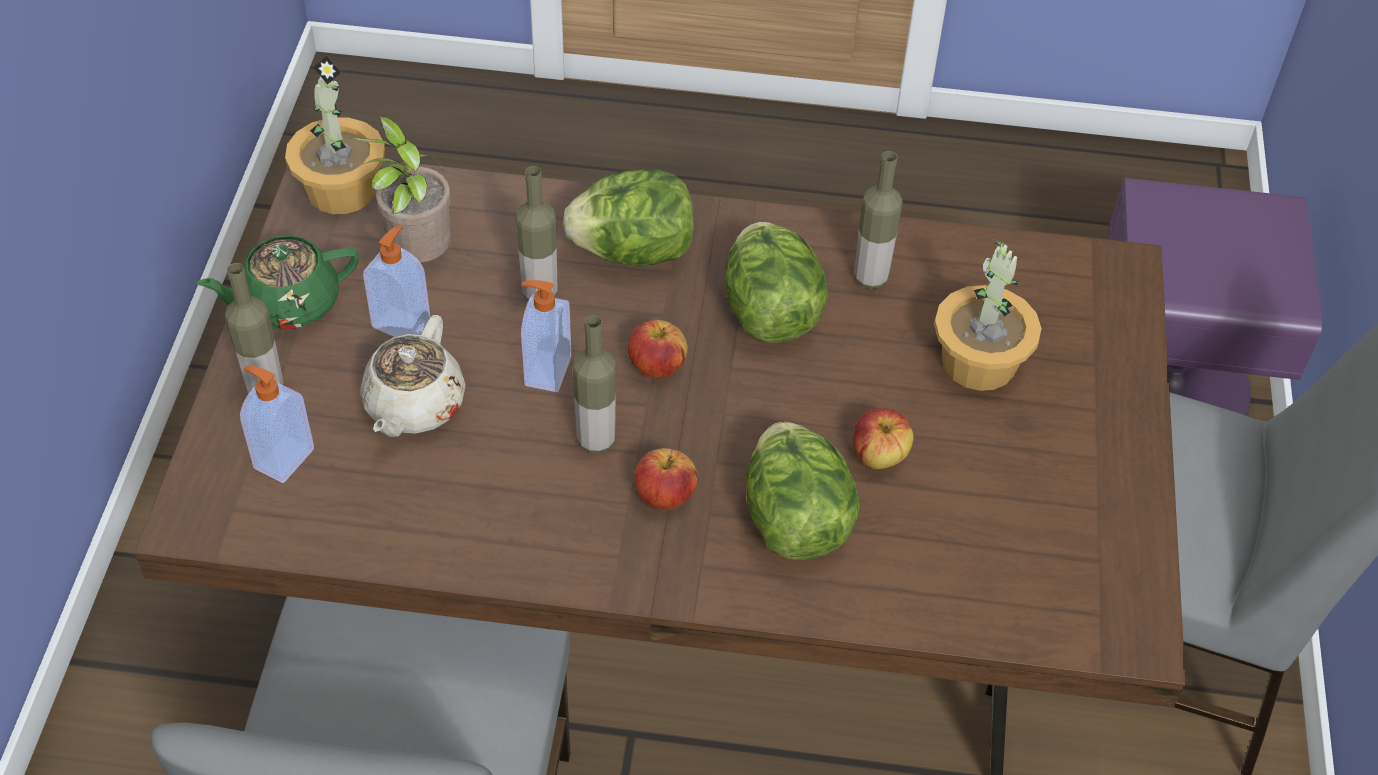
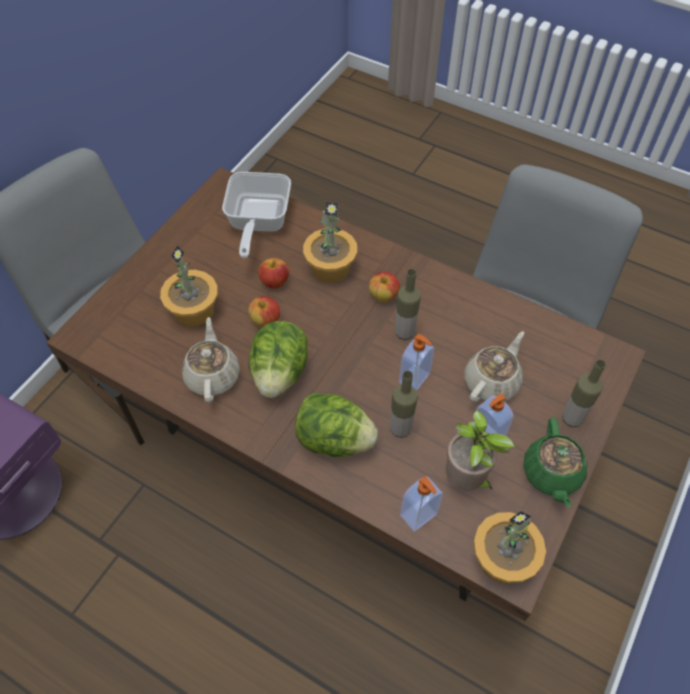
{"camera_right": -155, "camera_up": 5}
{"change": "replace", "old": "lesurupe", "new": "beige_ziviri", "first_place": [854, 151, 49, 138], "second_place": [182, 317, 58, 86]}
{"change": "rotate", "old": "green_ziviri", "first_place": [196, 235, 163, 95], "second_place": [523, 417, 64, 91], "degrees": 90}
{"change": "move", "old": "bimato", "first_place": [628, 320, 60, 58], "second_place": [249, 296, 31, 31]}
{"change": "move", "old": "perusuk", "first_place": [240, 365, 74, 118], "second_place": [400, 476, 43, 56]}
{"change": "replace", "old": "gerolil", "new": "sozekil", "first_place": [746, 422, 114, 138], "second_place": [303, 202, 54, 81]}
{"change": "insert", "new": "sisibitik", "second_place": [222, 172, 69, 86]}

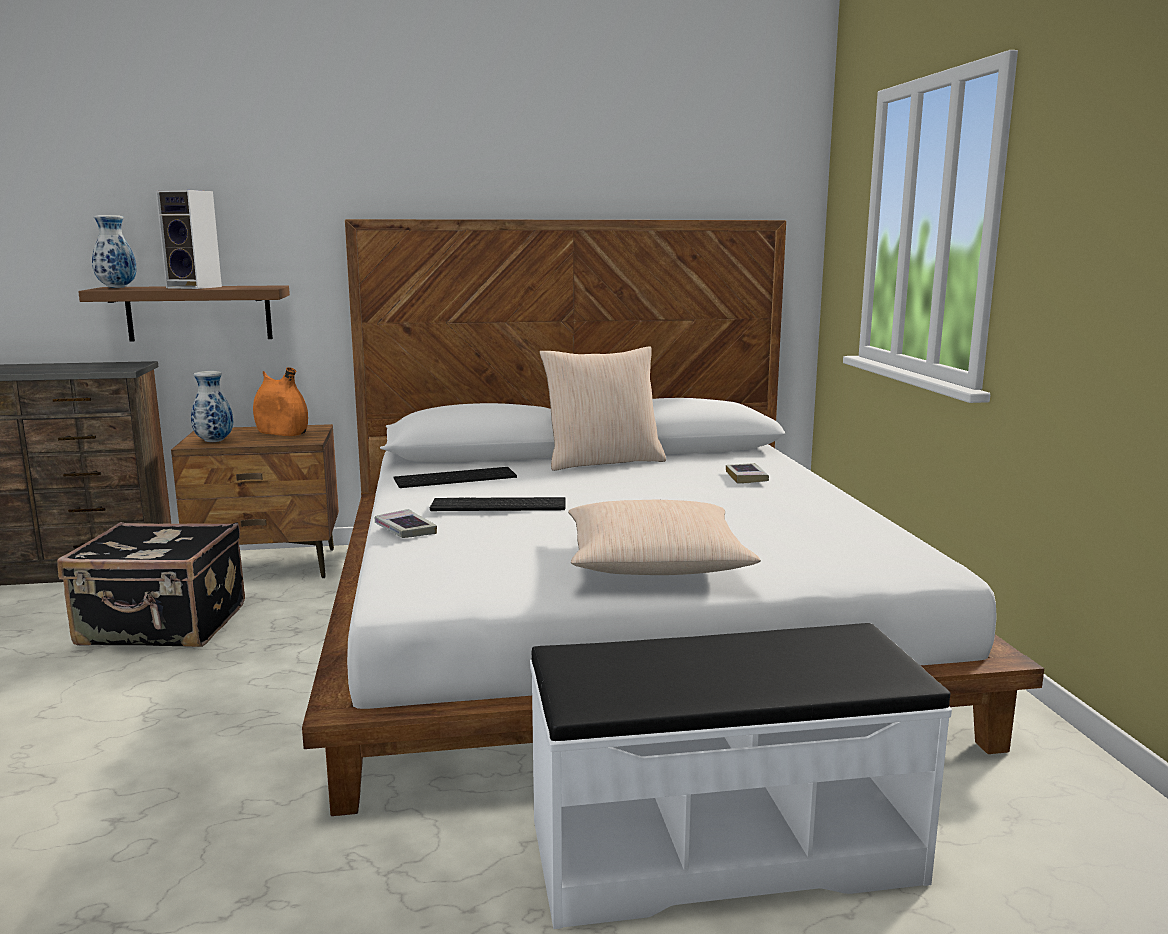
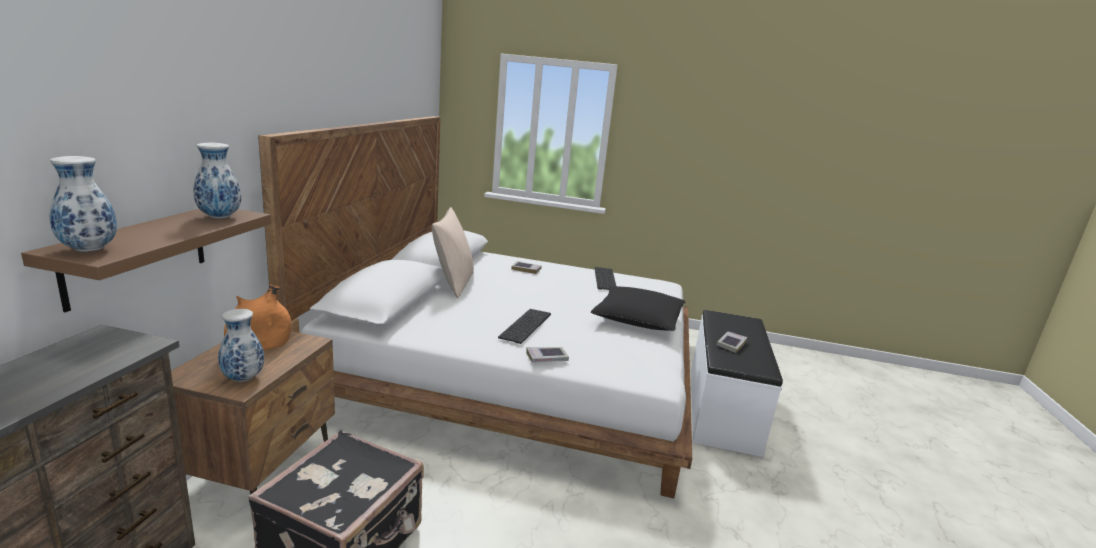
{"camera_right": -70, "camera_up": 5}
{"change": "delete", "old": "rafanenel", "first_place": [156, 190, 66, 99]}
{"change": "move", "old": "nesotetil", "first_place": [394, 467, 123, 21], "second_place": [594, 267, 22, 23]}
{"change": "recolor", "old": "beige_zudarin", "new": "black_zudarin", "first_place": [568, 500, 193, 75], "second_place": [591, 286, 94, 45]}
{"change": "insert", "new": "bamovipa", "second_place": [193, 143, 49, 75]}
{"change": "insert", "new": "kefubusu", "second_place": [716, 331, 31, 22]}

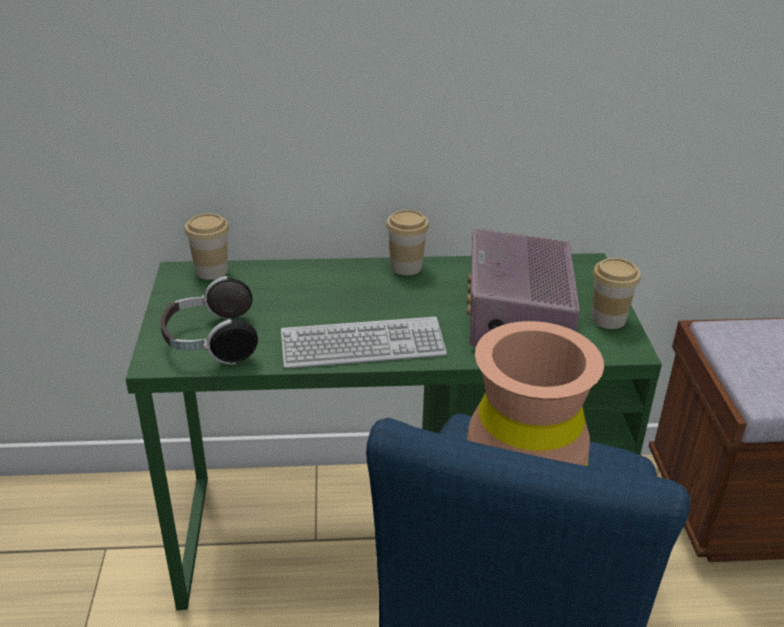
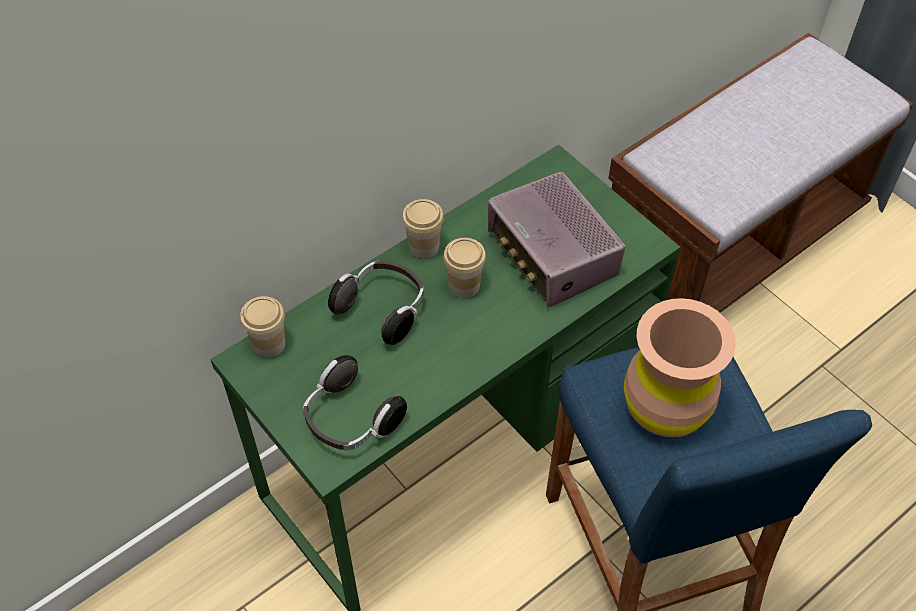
{"camera_right": -35, "camera_up": 20}
{"change": "move", "old": "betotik", "first_place": [591, 258, 50, 71], "second_place": [443, 238, 43, 60]}
{"change": "delete", "old": "nesotetil", "first_place": [281, 317, 166, 51]}
{"change": "insert", "new": "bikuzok", "second_place": [328, 261, 96, 84]}

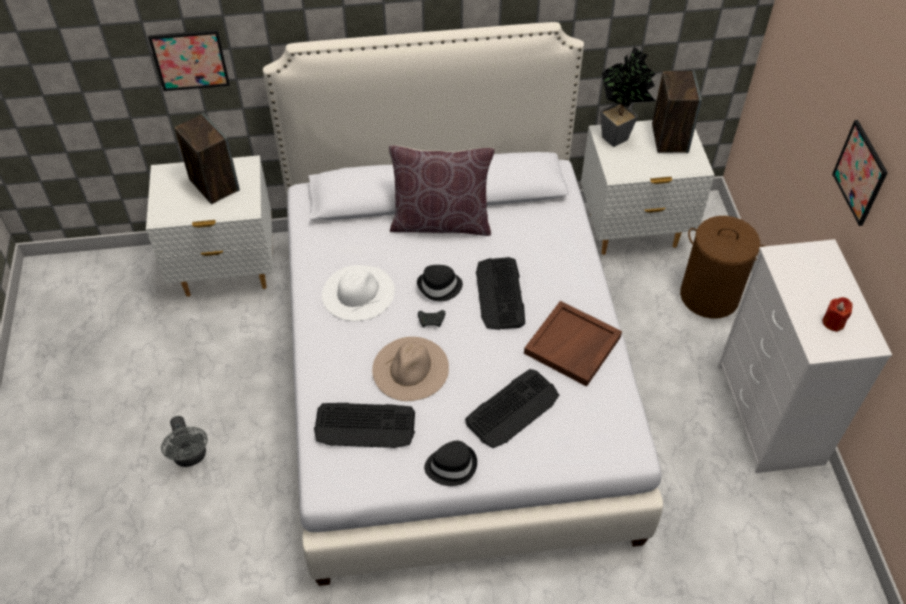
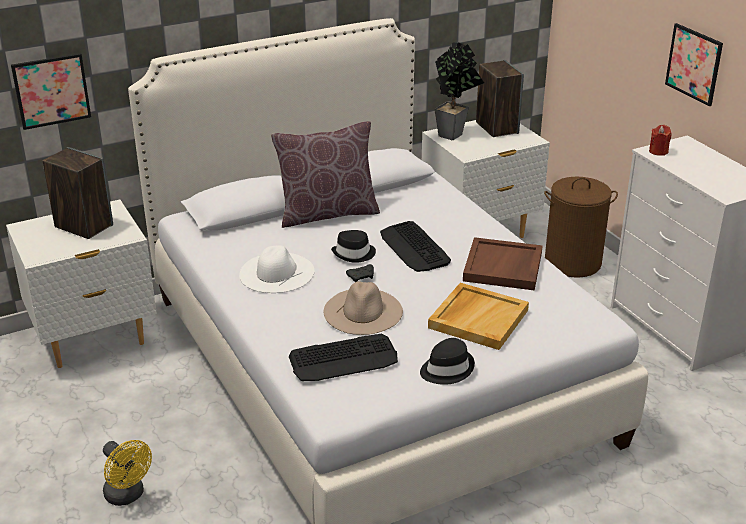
{"camera_right": -20, "camera_up": -20}
{"change": "move", "old": "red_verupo", "first_place": [823, 297, 30, 35], "second_place": [649, 125, 23, 31]}
{"change": "replace", "old": "nesotetil", "new": "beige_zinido", "first_place": [465, 369, 94, 79], "second_place": [428, 283, 101, 67]}
{"change": "recolor", "old": "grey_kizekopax", "new": "yellow_kizekopax", "first_place": [161, 416, 47, 51], "second_place": [103, 440, 49, 66]}

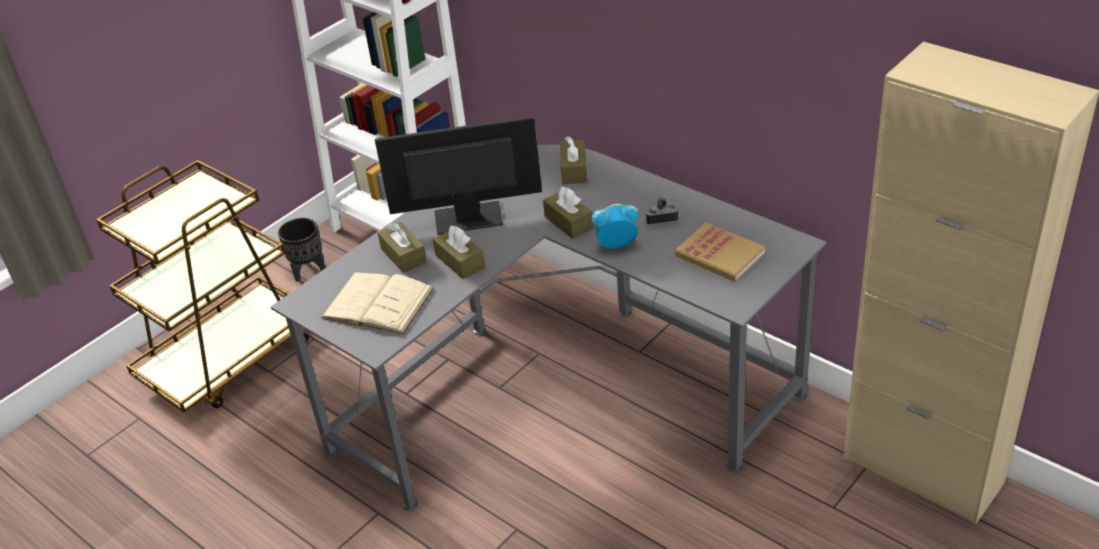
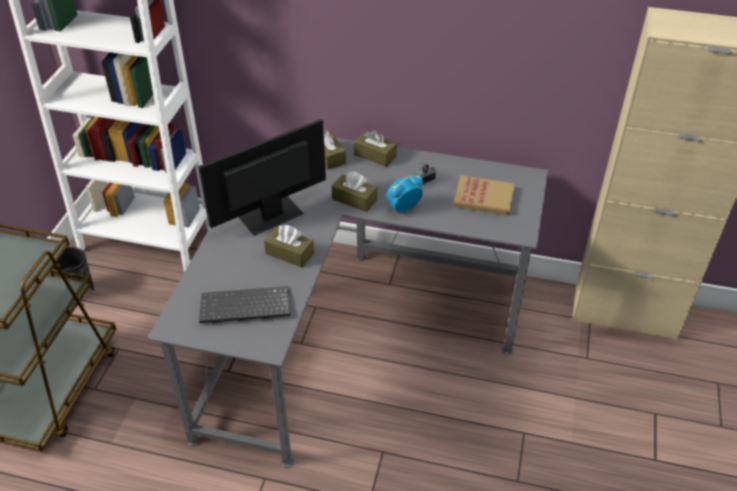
{"camera_right": -30, "camera_up": 5}
{"change": "move", "old": "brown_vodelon", "first_place": [377, 222, 50, 51], "second_place": [354, 130, 43, 37]}
{"change": "replace", "old": "beige_kefubusu", "new": "nesotetil", "first_place": [321, 272, 113, 62], "second_place": [199, 286, 91, 37]}

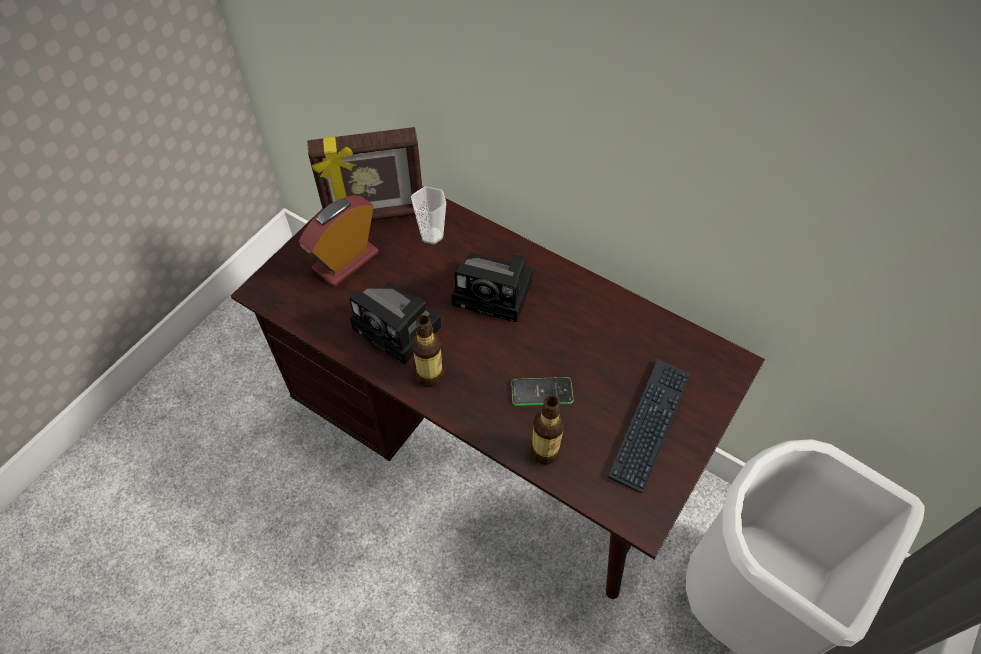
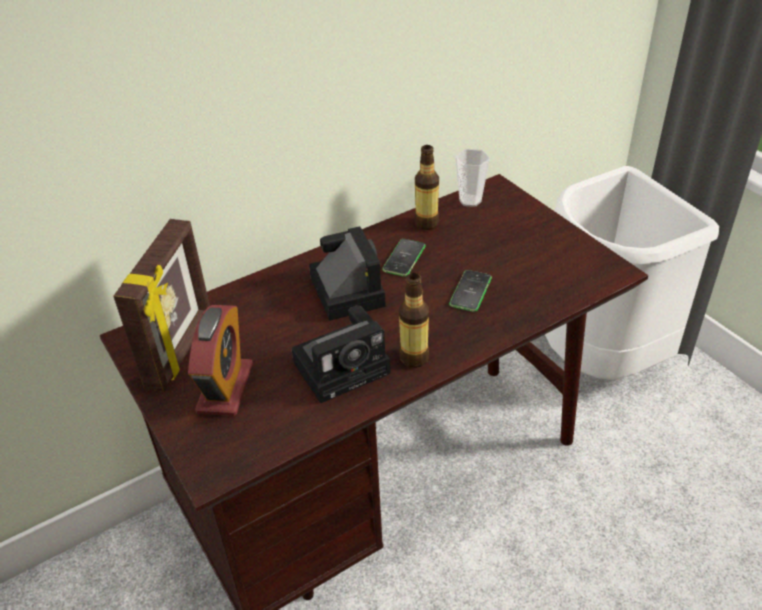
{"camera_right": -65, "camera_up": -15}
{"change": "move", "old": "betotik", "first_place": [411, 186, 35, 58], "second_place": [455, 149, 35, 58]}
{"change": "rotate", "old": "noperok", "first_place": [299, 195, 79, 91], "second_place": [188, 305, 65, 111], "degrees": -150}
{"change": "rotate", "old": "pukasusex", "first_place": [451, 253, 82, 70], "second_place": [309, 226, 77, 95], "degrees": -60}
{"change": "delete", "old": "nesotetil", "first_place": [607, 359, 83, 134]}
{"change": "move", "old": "lesurupe", "first_place": [530, 396, 34, 69], "second_place": [414, 145, 25, 85]}
{"change": "insert", "new": "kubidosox", "second_place": [382, 239, 43, 38]}

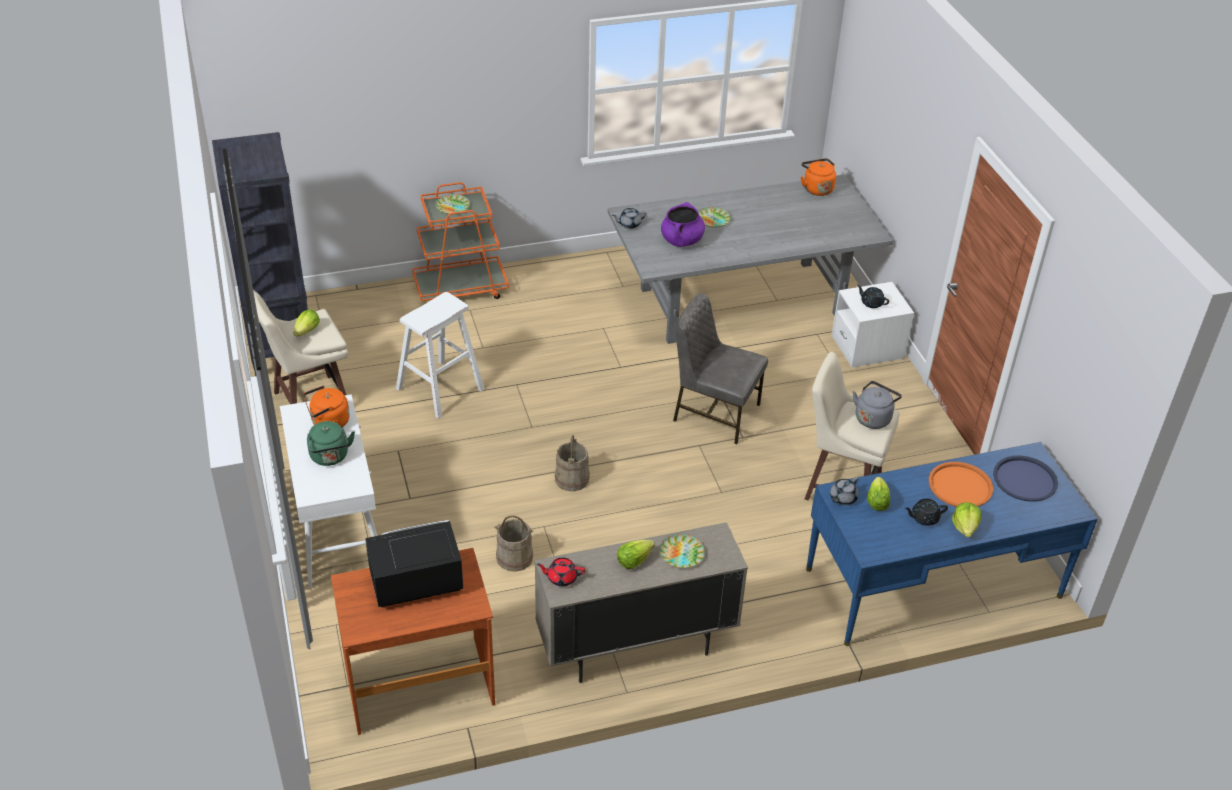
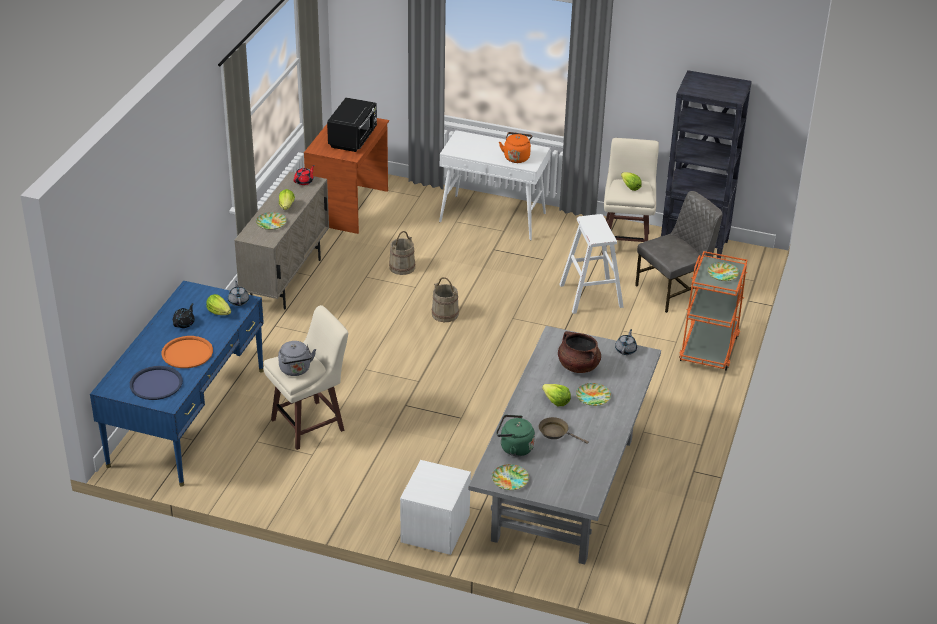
{"camera_right": 125, "camera_up": -5}
{"change": "delete", "old": "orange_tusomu", "first_place": [801, 158, 35, 38]}
{"change": "recolor", "old": "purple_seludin", "new": "brown_seludin", "first_place": [661, 202, 44, 45], "second_place": [558, 331, 43, 42]}
{"change": "delete", "old": "black_ziviri", "first_place": [857, 285, 32, 23]}
{"change": "move", "old": "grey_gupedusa", "first_place": [673, 293, 95, 151], "second_place": [635, 191, 88, 122]}
{"change": "move", "old": "green_tusomu", "first_place": [307, 421, 48, 45], "second_place": [496, 415, 39, 41]}
{"change": "move", "old": "gerolil", "first_place": [952, 502, 29, 35], "second_place": [542, 384, 29, 22]}
{"change": "insert", "new": "brown_sisibitik", "second_place": [539, 417, 50, 27]}
{"change": "insert", "new": "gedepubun", "second_place": [492, 464, 37, 26]}

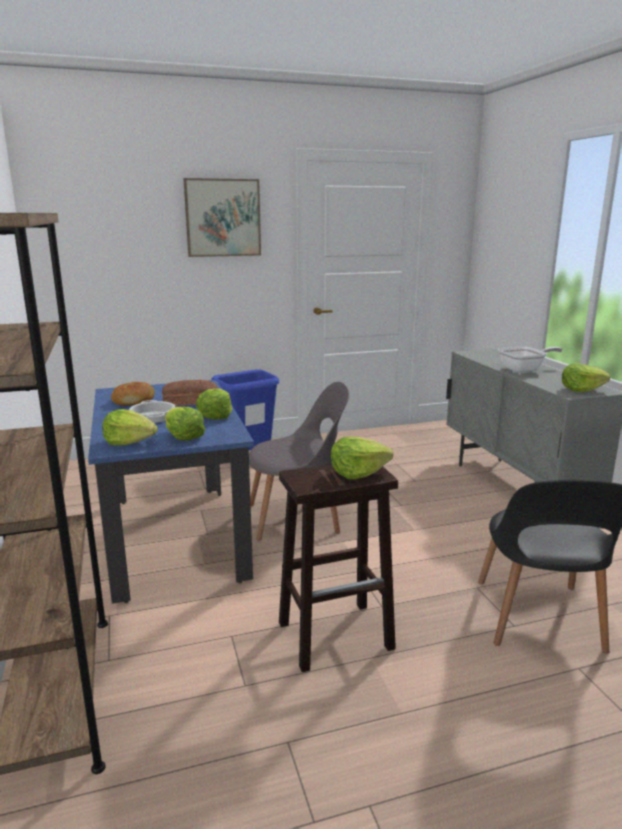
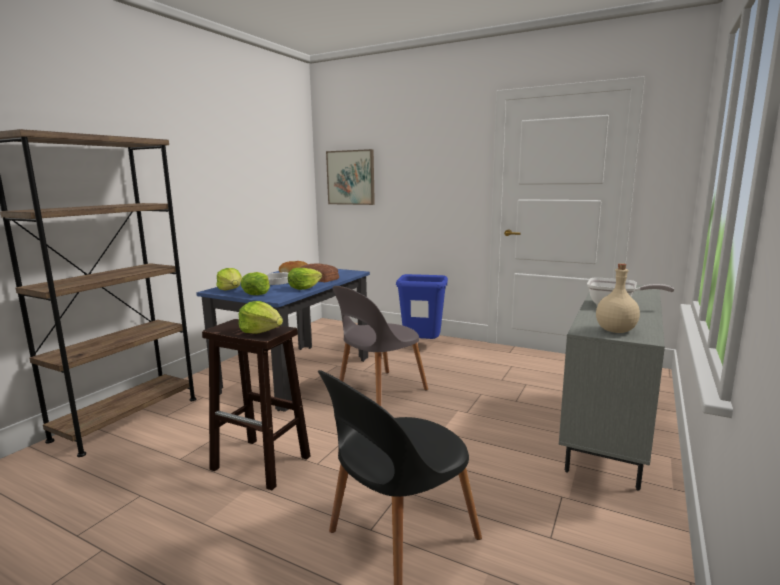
{"camera_right": 45, "camera_up": -5}
{"change": "move", "old": "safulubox", "first_place": [183, 178, 78, 79], "second_place": [326, 149, 49, 56]}
{"change": "replace", "old": "gerolil", "new": "beige_lesurupe", "first_place": [562, 363, 48, 29], "second_place": [596, 263, 44, 70]}
{"change": "rotate", "old": "grey_gupedusa", "first_place": [249, 382, 101, 159], "second_place": [332, 286, 96, 120], "degrees": 105}

